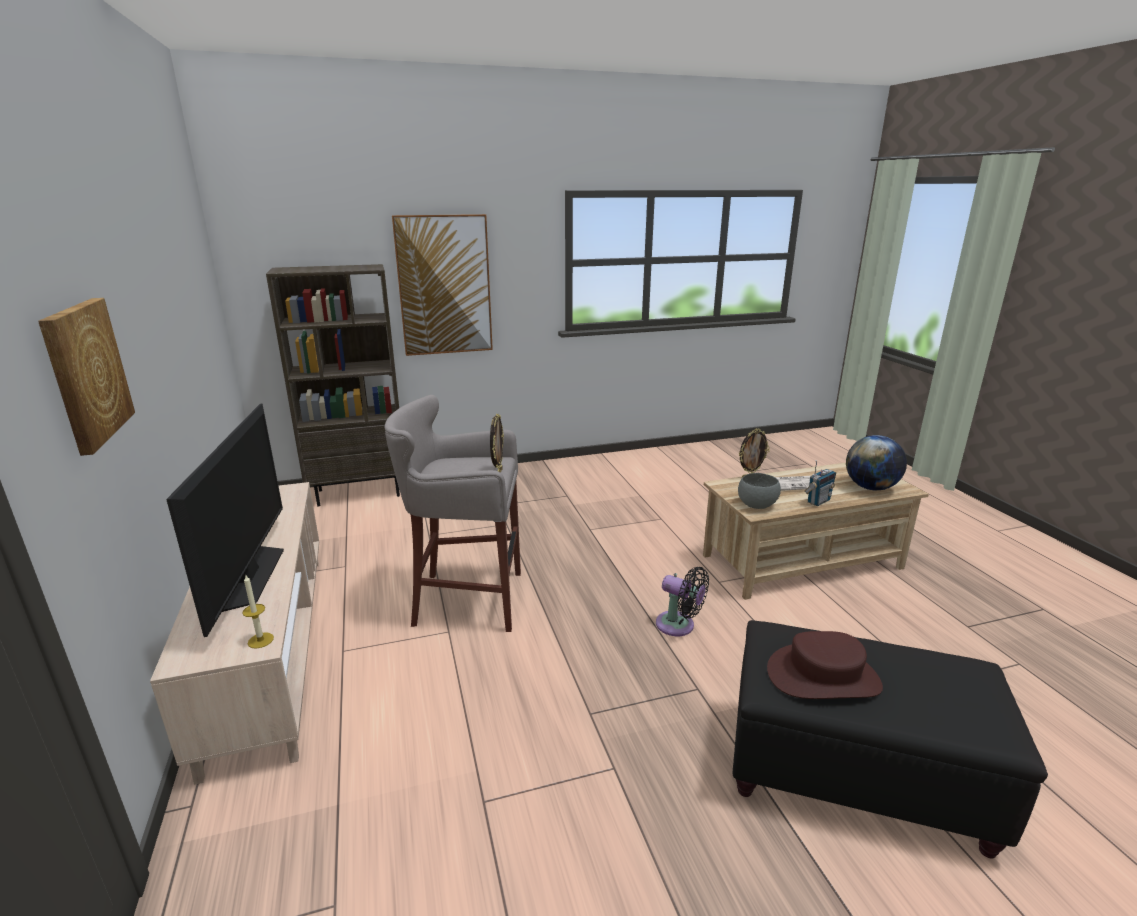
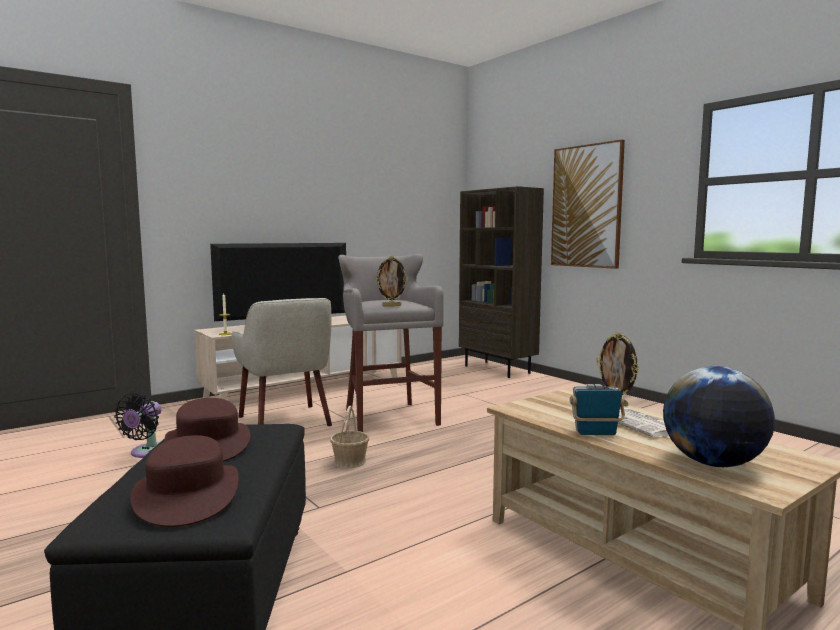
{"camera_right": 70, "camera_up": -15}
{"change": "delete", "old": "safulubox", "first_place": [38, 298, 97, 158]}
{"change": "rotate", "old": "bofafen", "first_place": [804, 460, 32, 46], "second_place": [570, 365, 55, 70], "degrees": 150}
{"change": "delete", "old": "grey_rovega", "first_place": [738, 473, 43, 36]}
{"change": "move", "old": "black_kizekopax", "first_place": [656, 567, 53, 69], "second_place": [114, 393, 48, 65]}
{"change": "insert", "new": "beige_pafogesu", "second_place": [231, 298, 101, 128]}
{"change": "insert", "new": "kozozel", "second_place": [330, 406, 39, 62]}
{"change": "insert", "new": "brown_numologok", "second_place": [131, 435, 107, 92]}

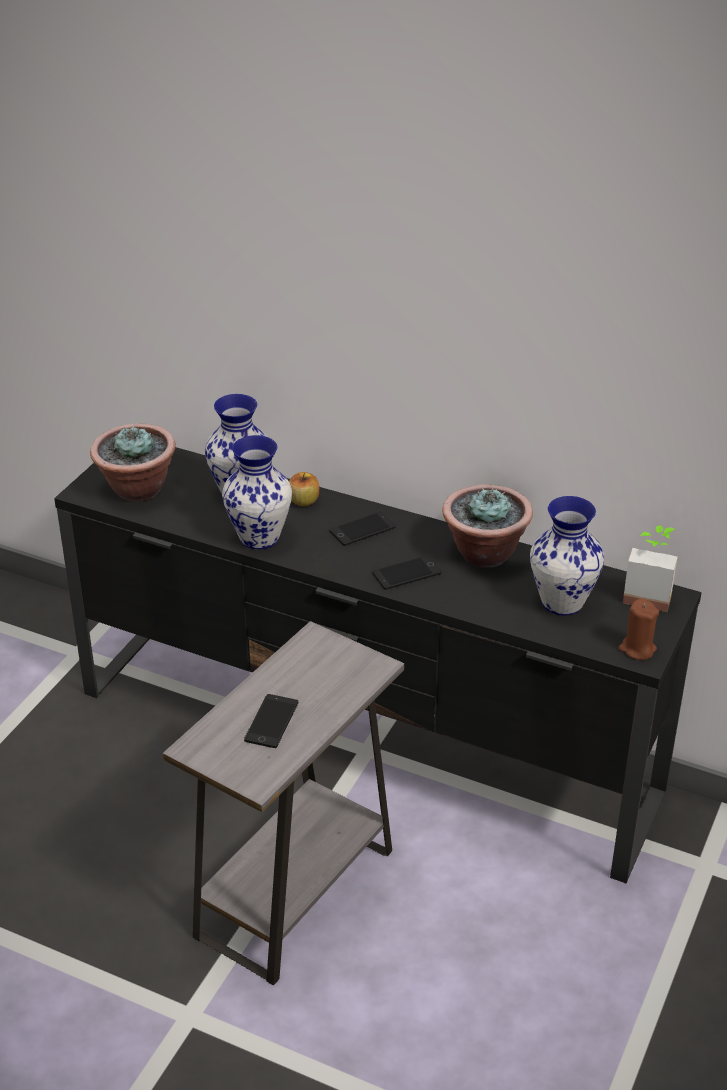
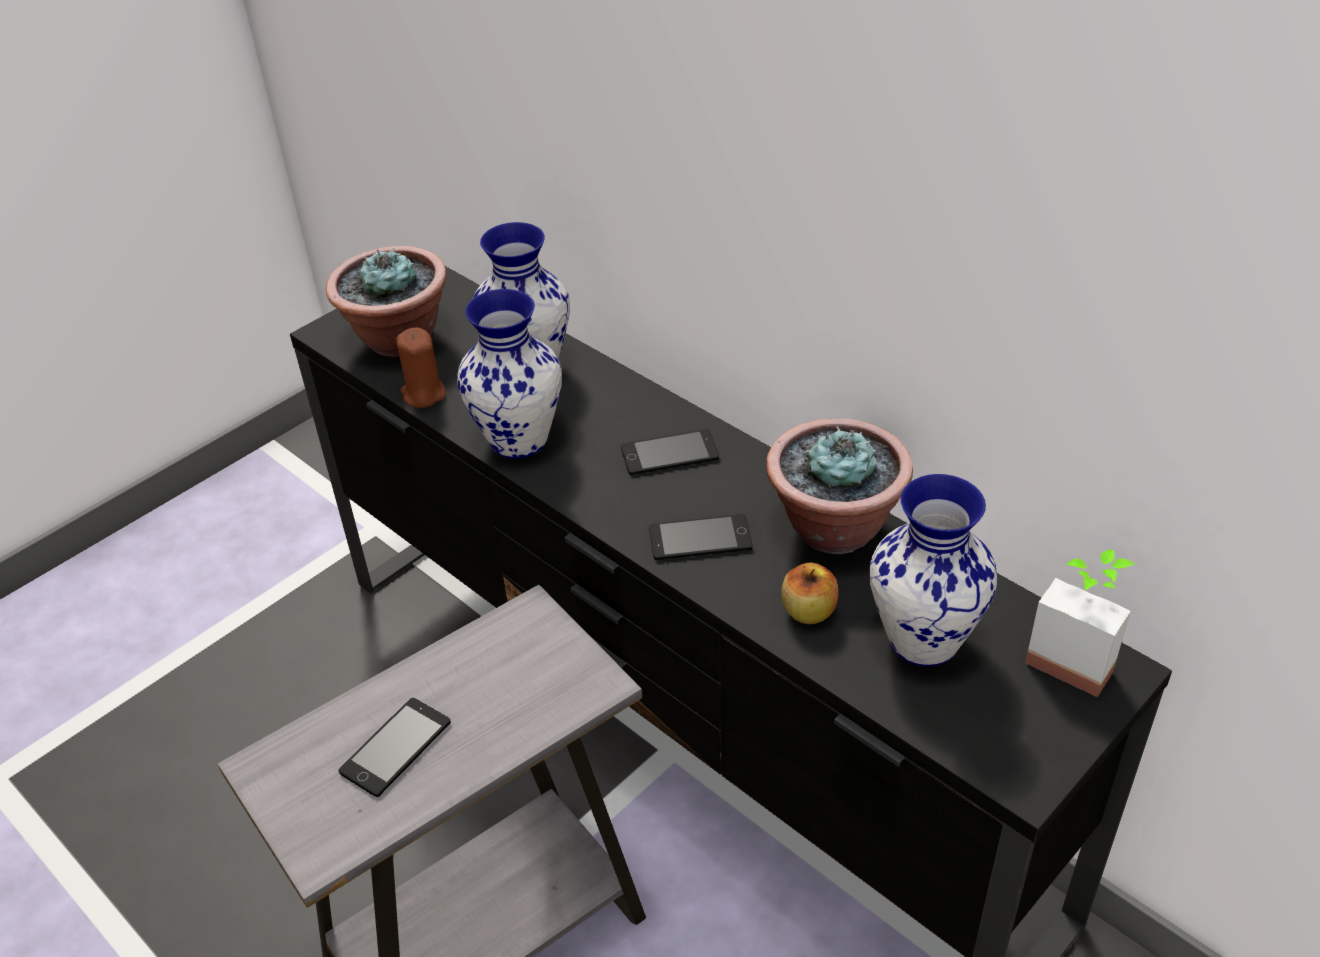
{"camera_right": 20, "camera_up": 5}
{"change": "move", "old": "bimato", "first_place": [289, 472, 30, 34], "second_place": [781, 562, 58, 62]}
{"change": "move", "old": "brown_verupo", "first_place": [618, 599, 41, 61], "second_place": [396, 327, 50, 81]}

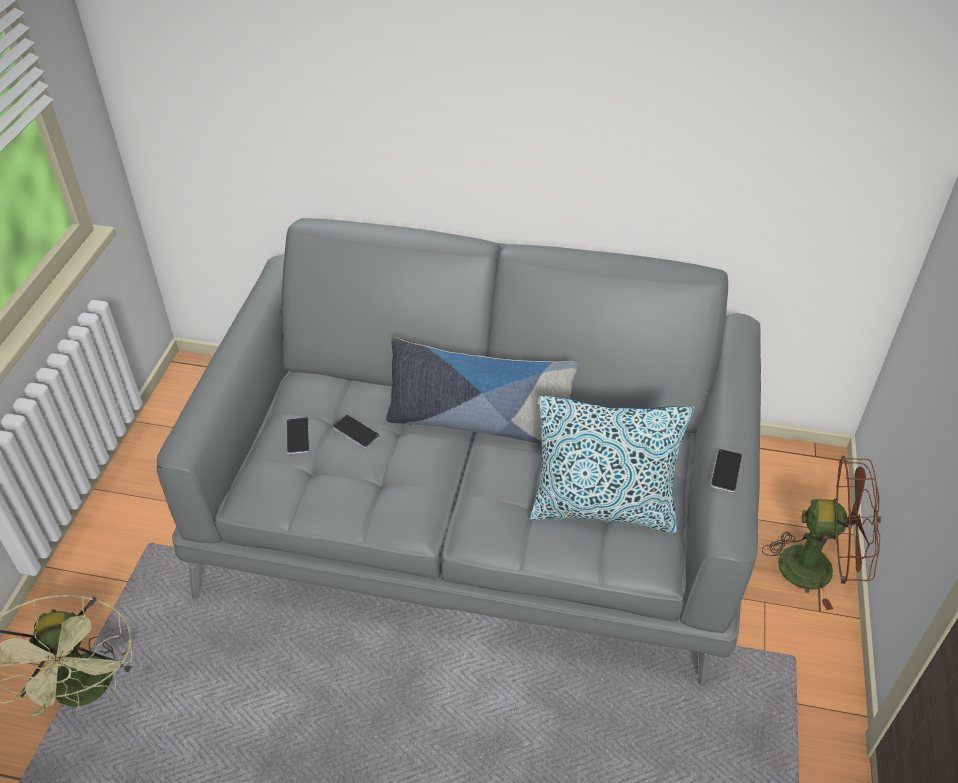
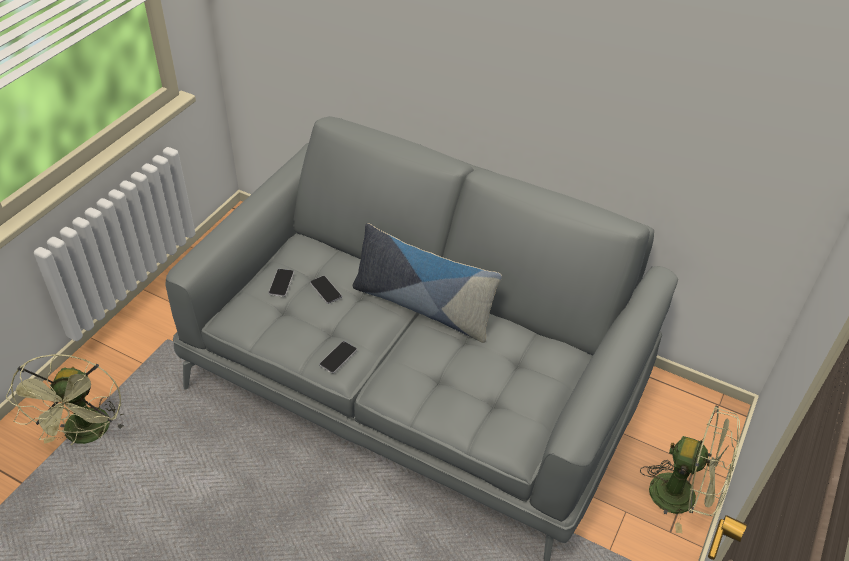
{"camera_right": 15, "camera_up": 0}
{"change": "delete", "old": "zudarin", "first_place": [530, 395, 165, 138]}
{"change": "move", "old": "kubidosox", "first_place": [710, 449, 33, 43], "second_place": [319, 341, 38, 32]}
{"change": "recolor", "old": "brown_kizekopax", "new": "green_kizekopax", "first_place": [762, 456, 119, 154], "second_place": [640, 406, 100, 127]}

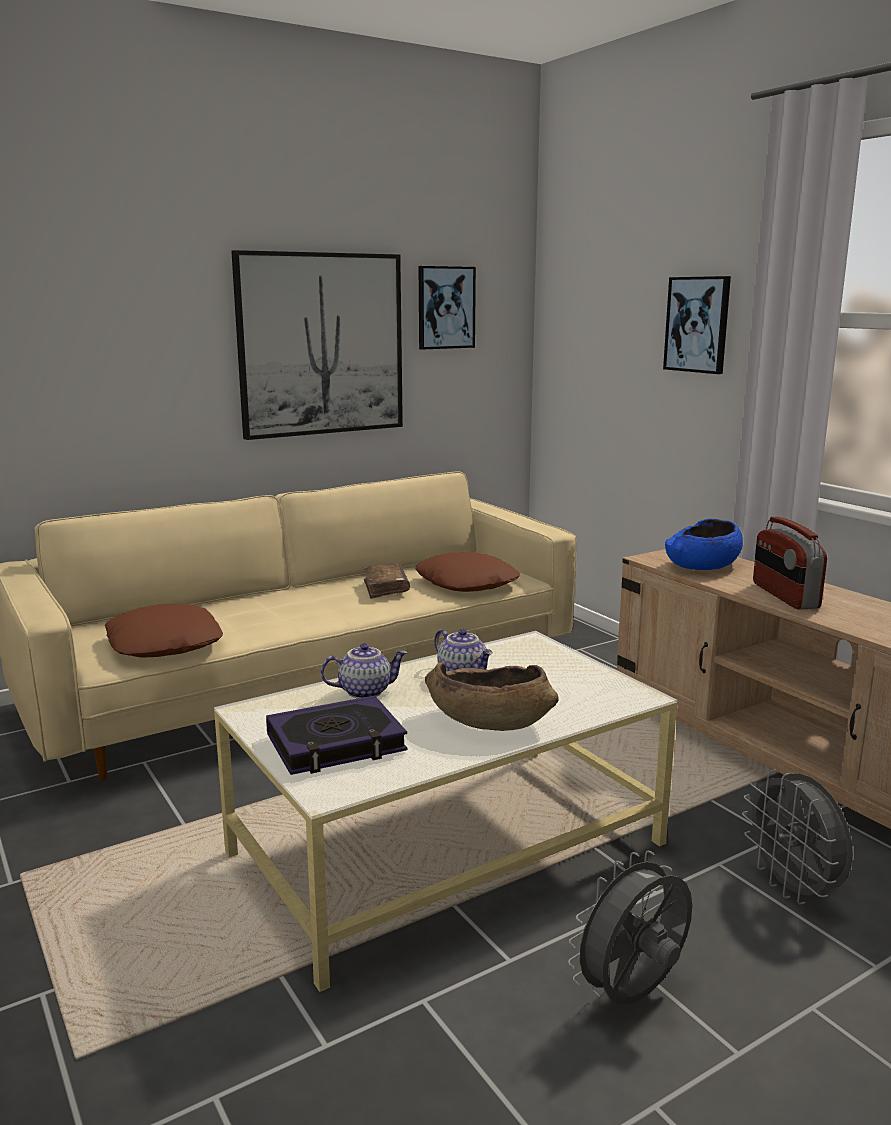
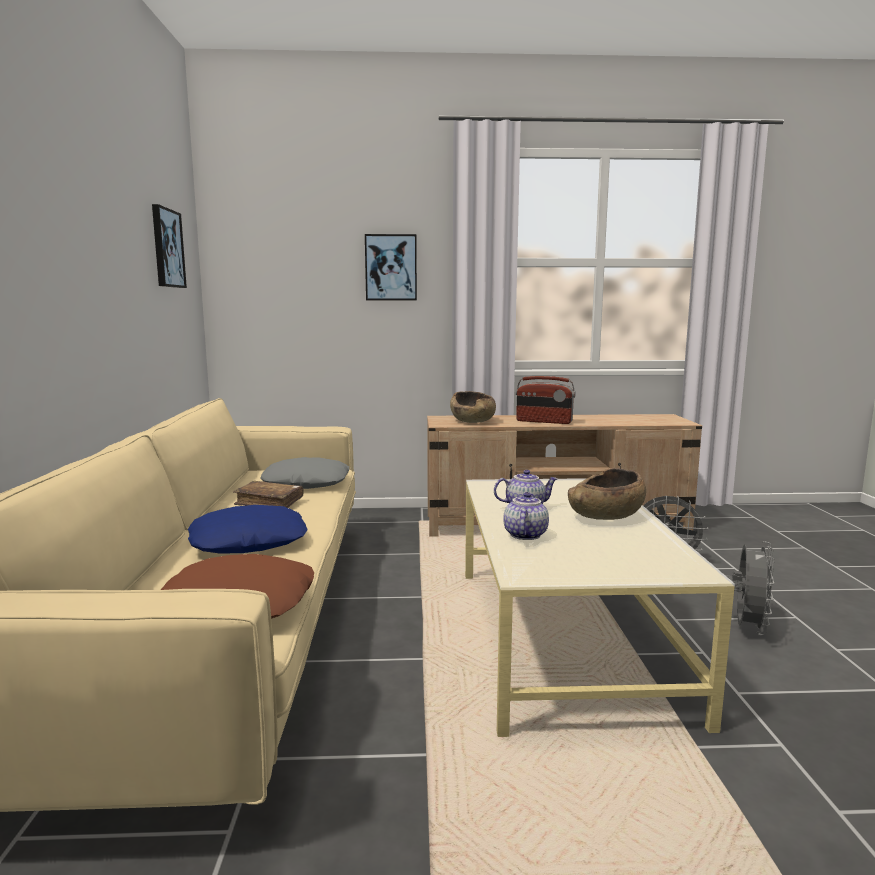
{"camera_right": -60, "camera_up": -5}
{"change": "delete", "old": "safulubox", "first_place": [231, 250, 172, 190]}
{"change": "recolor", "old": "blue_rovega", "new": "brown_rovega", "first_place": [665, 519, 78, 51], "second_place": [450, 391, 46, 32]}
{"change": "recolor", "old": "brown_zudarin", "new": "grey_zudarin", "first_place": [415, 552, 105, 40], "second_place": [260, 457, 90, 32]}
{"change": "delete", "old": "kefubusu", "first_place": [266, 695, 142, 80]}
{"change": "rotate", "old": "grey_kizekopax", "first_place": [568, 850, 124, 154], "second_place": [725, 542, 49, 93], "degrees": -150}
{"change": "insert", "new": "blue_zudarin", "second_place": [188, 505, 120, 49]}

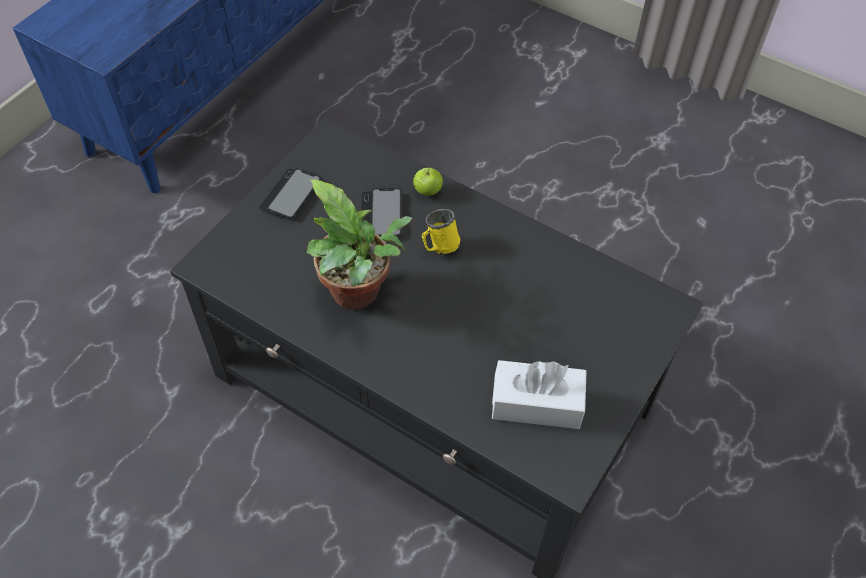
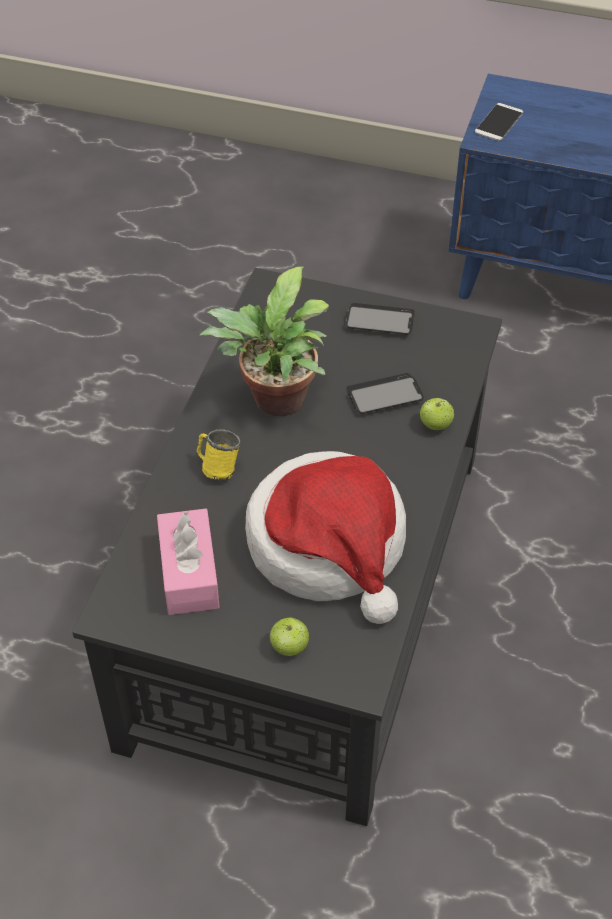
{"camera_right": 75, "camera_up": -5}
{"change": "move", "old": "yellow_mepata", "first_place": [422, 209, 38, 45], "second_place": [197, 429, 44, 51]}
{"change": "recolor", "old": "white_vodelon", "new": "pink_vodelon", "first_place": [492, 360, 95, 69], "second_place": [157, 509, 63, 106]}
{"change": "insert", "new": "kubidosox", "second_place": [475, 103, 48, 38]}
{"change": "insert", "new": "numologok", "second_place": [245, 451, 161, 173]}
{"change": "insert", "new": "bimato", "second_place": [270, 618, 39, 38]}

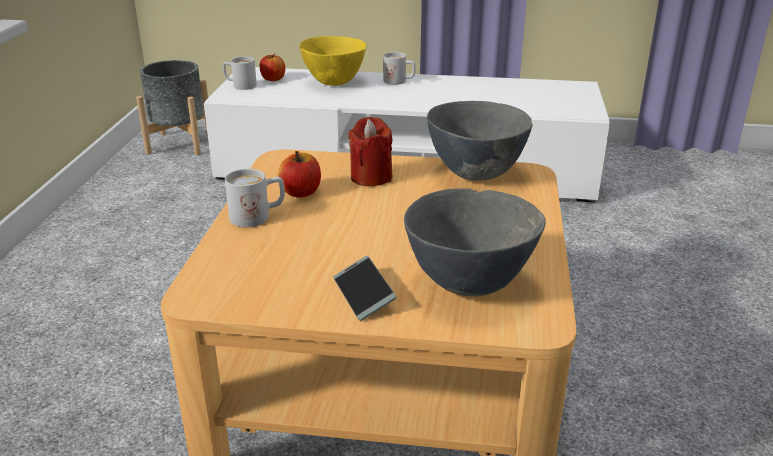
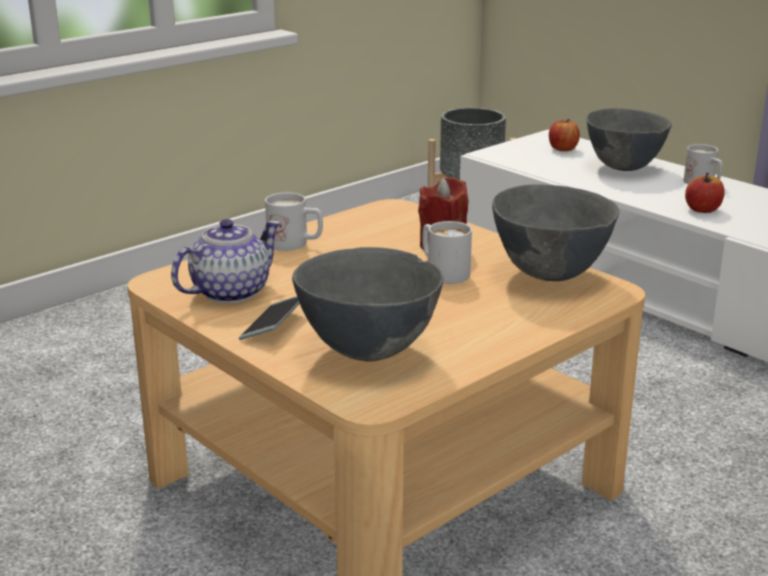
{"camera_right": 40, "camera_up": -5}
{"change": "recolor", "old": "yellow_rovega", "new": "grey_rovega", "first_place": [300, 36, 66, 50], "second_place": [587, 108, 85, 63]}
{"change": "move", "old": "white_mepata", "first_place": [223, 57, 34, 33], "second_place": [422, 221, 50, 63]}
{"change": "move", "old": "bimato", "first_place": [278, 151, 43, 46], "second_place": [685, 173, 40, 40]}
{"change": "insert", "new": "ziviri", "second_place": [171, 219, 110, 84]}

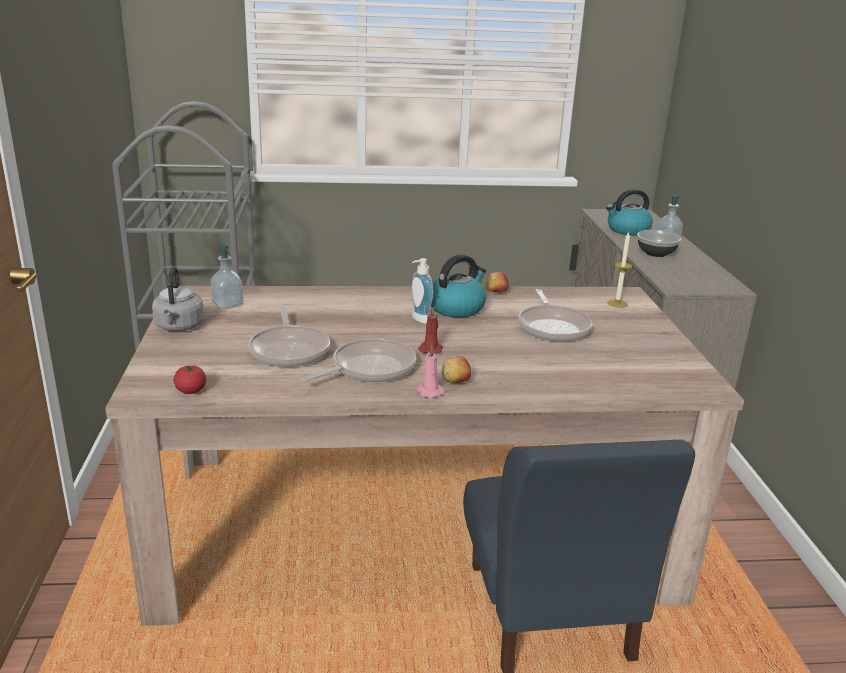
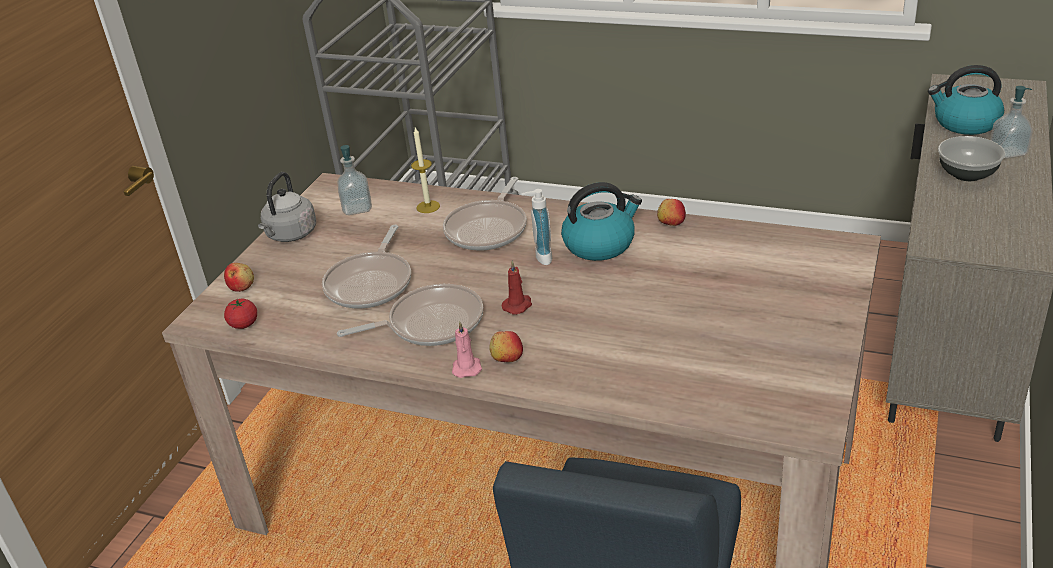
{"camera_right": 30, "camera_up": 10}
{"change": "move", "old": "verupo", "first_place": [607, 232, 25, 76], "second_place": [411, 127, 29, 86]}
{"change": "move", "old": "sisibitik", "first_place": [518, 289, 75, 53], "second_place": [443, 177, 84, 74]}
{"change": "insert", "new": "bimato", "second_place": [224, 263, 30, 29]}

